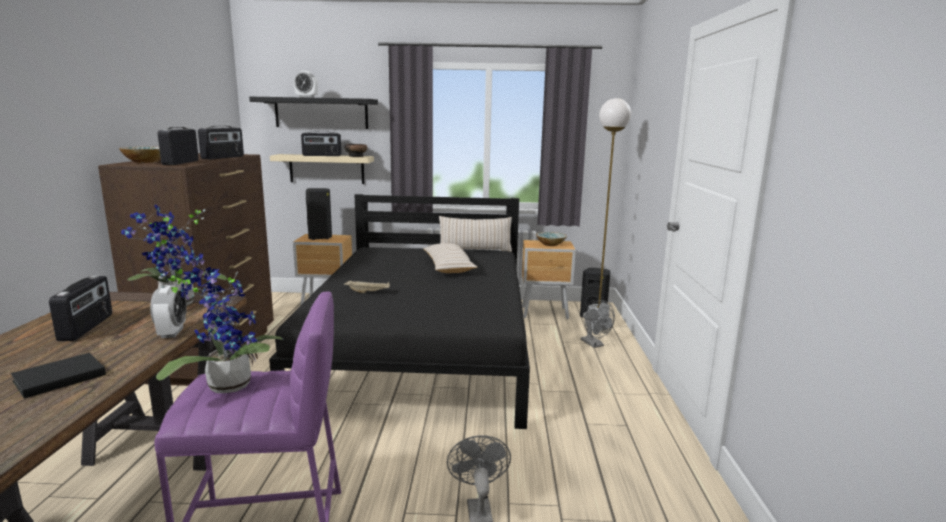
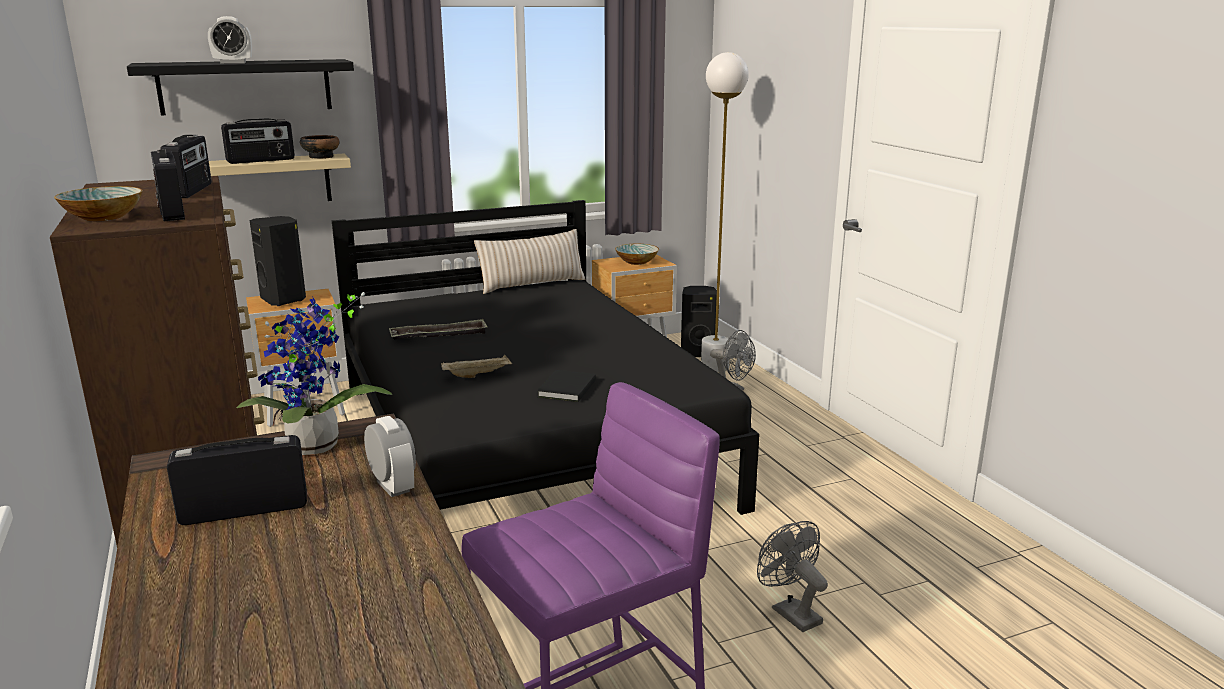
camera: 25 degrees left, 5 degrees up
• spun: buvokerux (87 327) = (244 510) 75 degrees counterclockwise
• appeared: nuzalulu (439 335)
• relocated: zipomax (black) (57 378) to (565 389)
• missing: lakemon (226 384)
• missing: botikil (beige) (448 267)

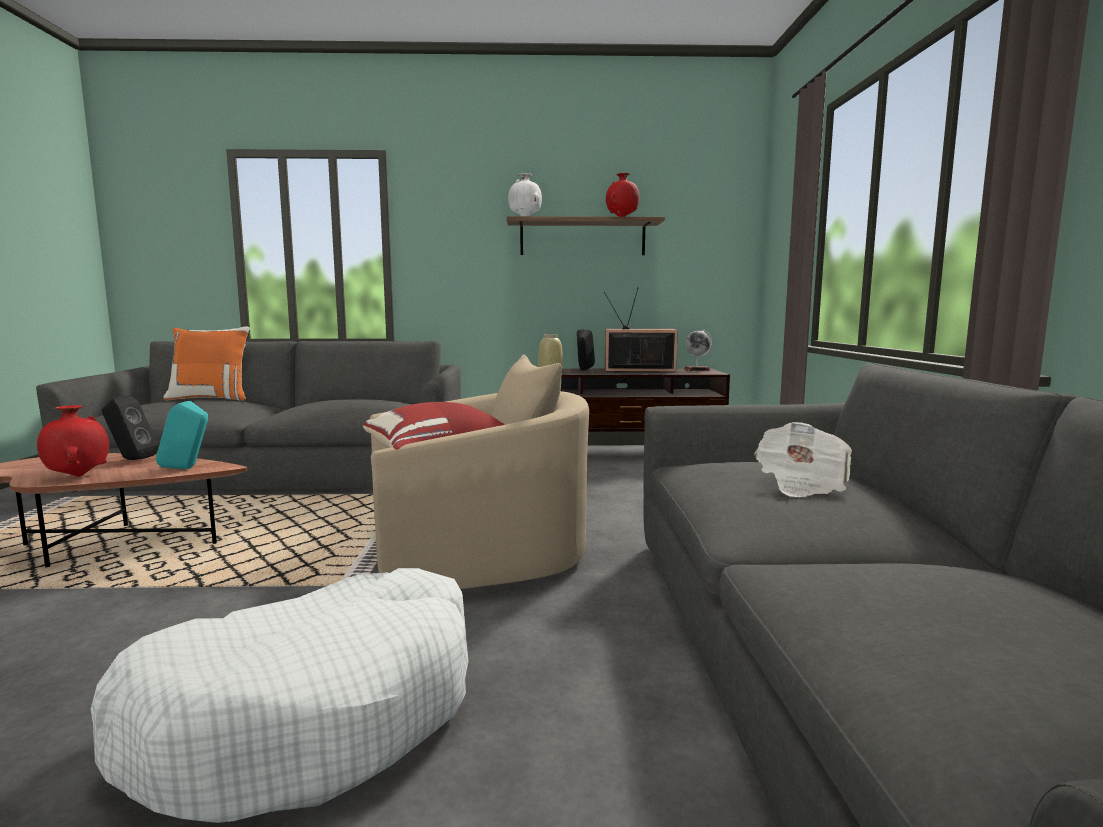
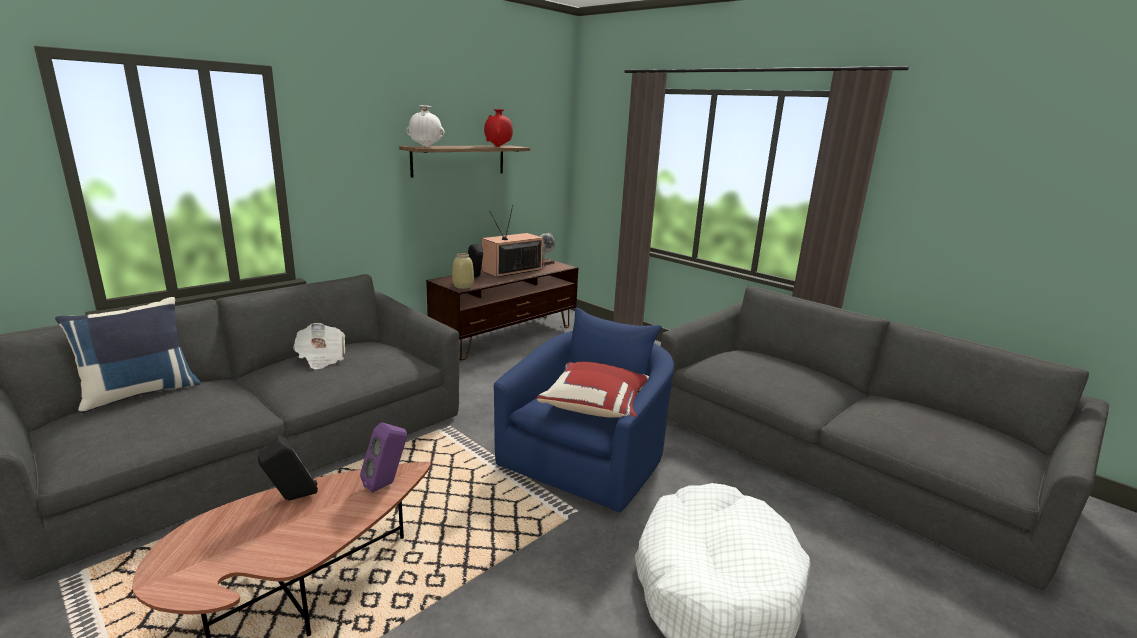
camera: 45 degrees left, 10 degrees up
• colour: botikil (orange) (211 398) to botikil (blue) (140 393)
• relocated: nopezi (800 484) to (321 358)
• colour: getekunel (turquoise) (187 468) to getekunel (purple) (387 484)
• colour: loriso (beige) (477 553) to loriso (blue) (588 458)
• missing: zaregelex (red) (78 476)

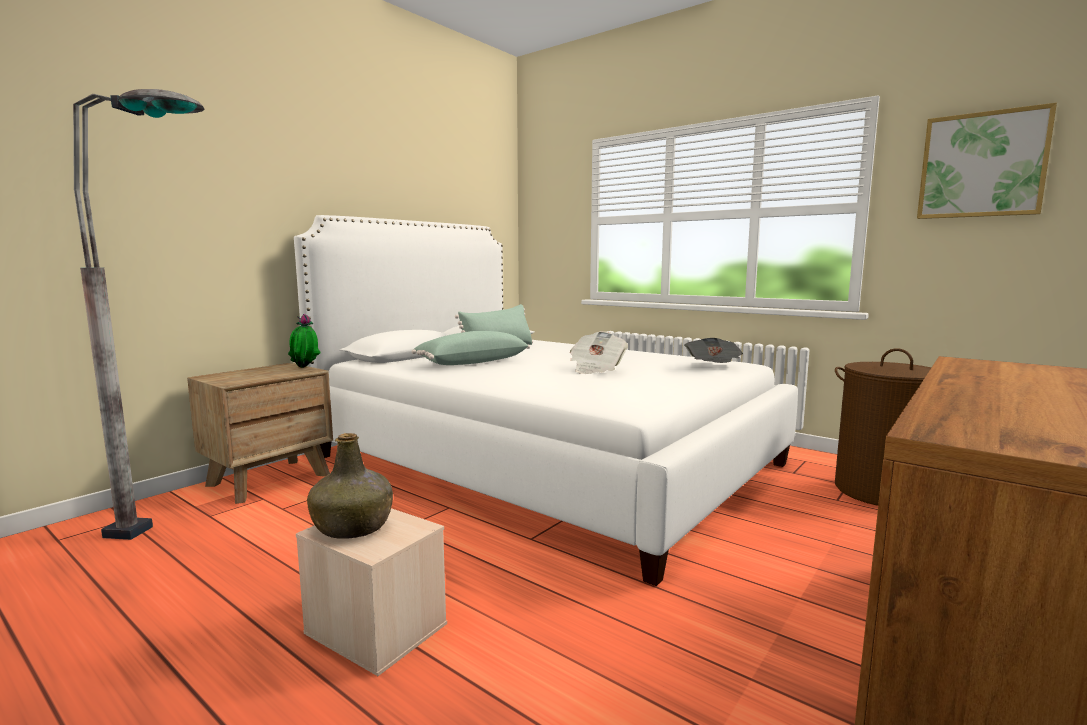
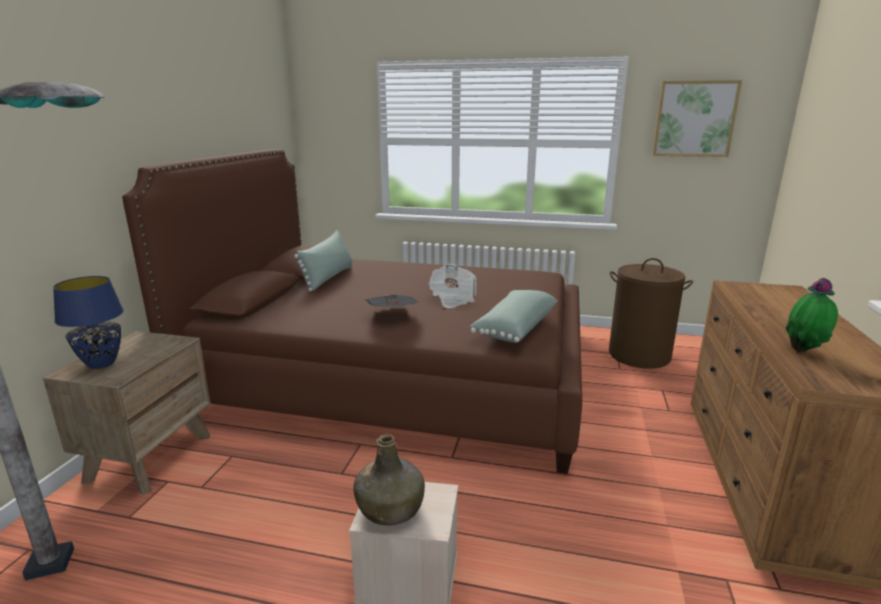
camera: 25 degrees left, 10 degrees up
• appeared: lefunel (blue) (101 363)
• colour: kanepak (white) (544 460) to kanepak (brown) (396 375)
• relocated: nopezi (713 367) to (392 315)
• relocated: botikil (green) (471 362) to (514 328)
• relocated: lakemon (305 368) to (804 351)

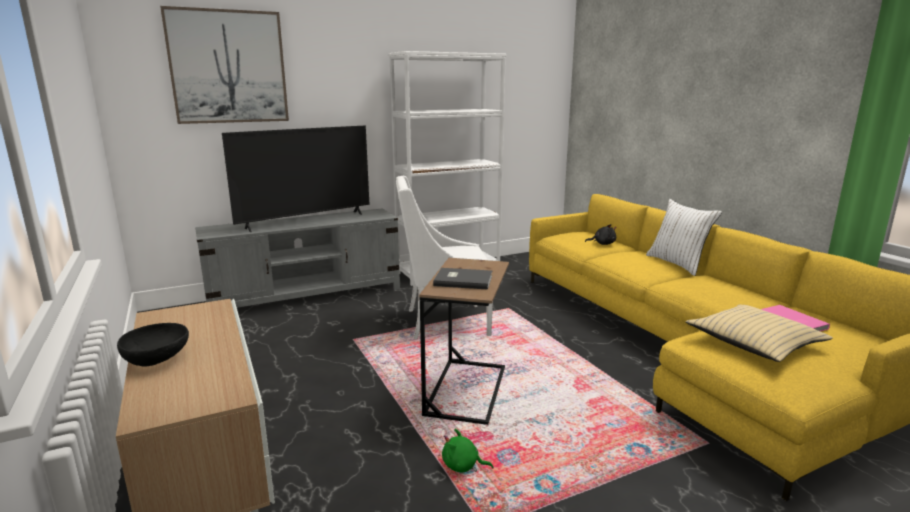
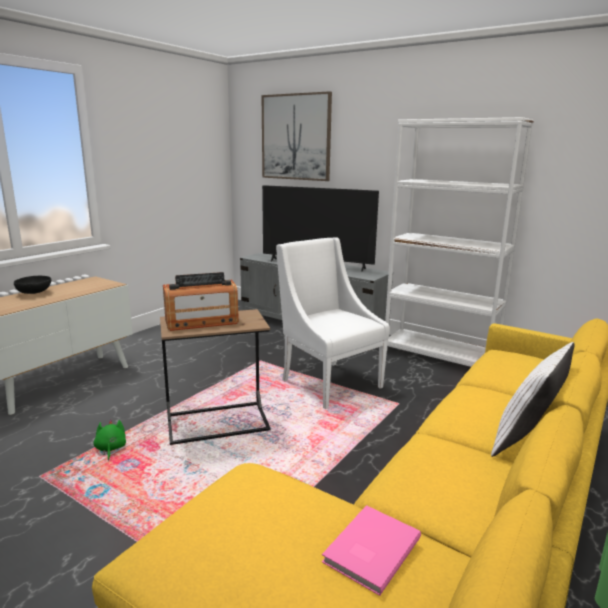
camera: 60 degrees right, 0 degrees up
• exchanged: zipomax (grey) (462 280) to buvokerux (201 322)
• missing: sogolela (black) (602 244)
• missing: botikil (beige) (754 343)

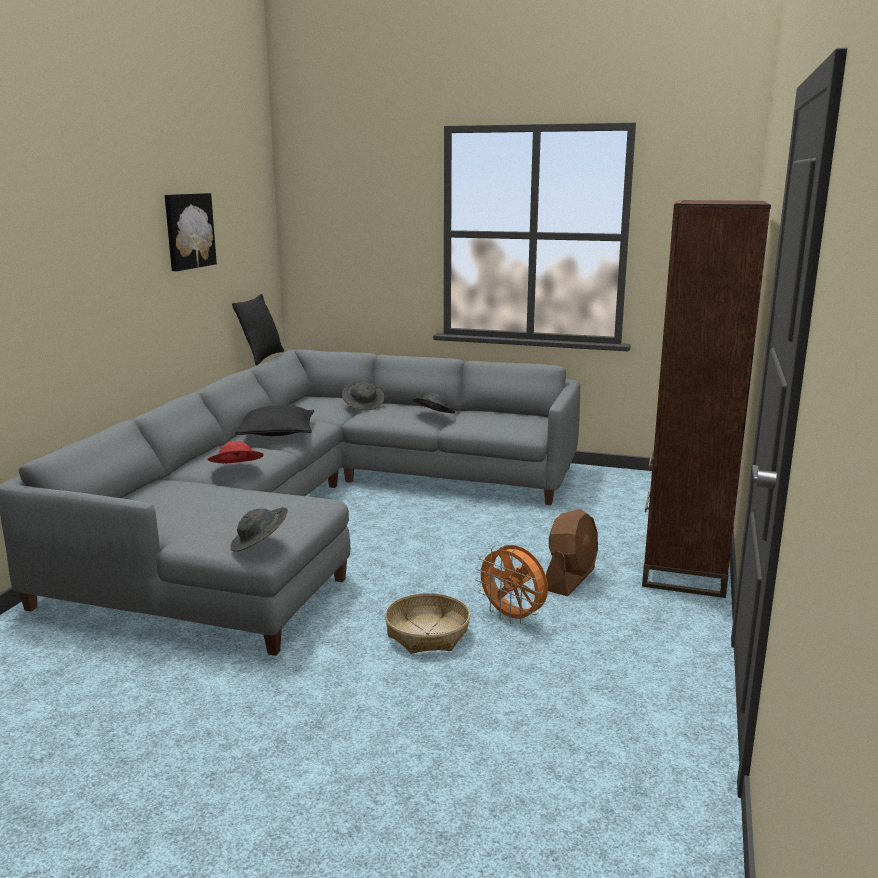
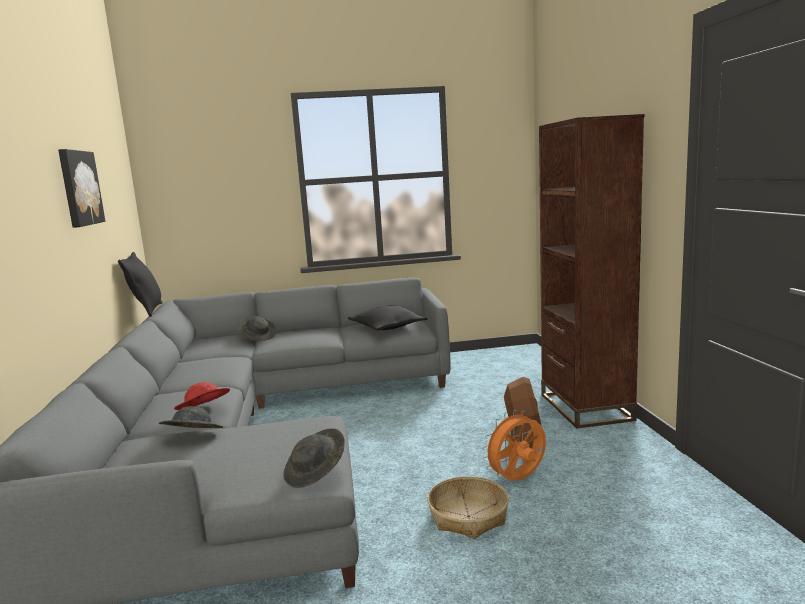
camera: 25 degrees left, 5 degrees down
• relocated: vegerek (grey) (433 416) to (192 439)
• relocated: botikil (black) (277 432) to (387 327)
• spun: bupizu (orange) (513 617) = (517 480) 135 degrees clockwise

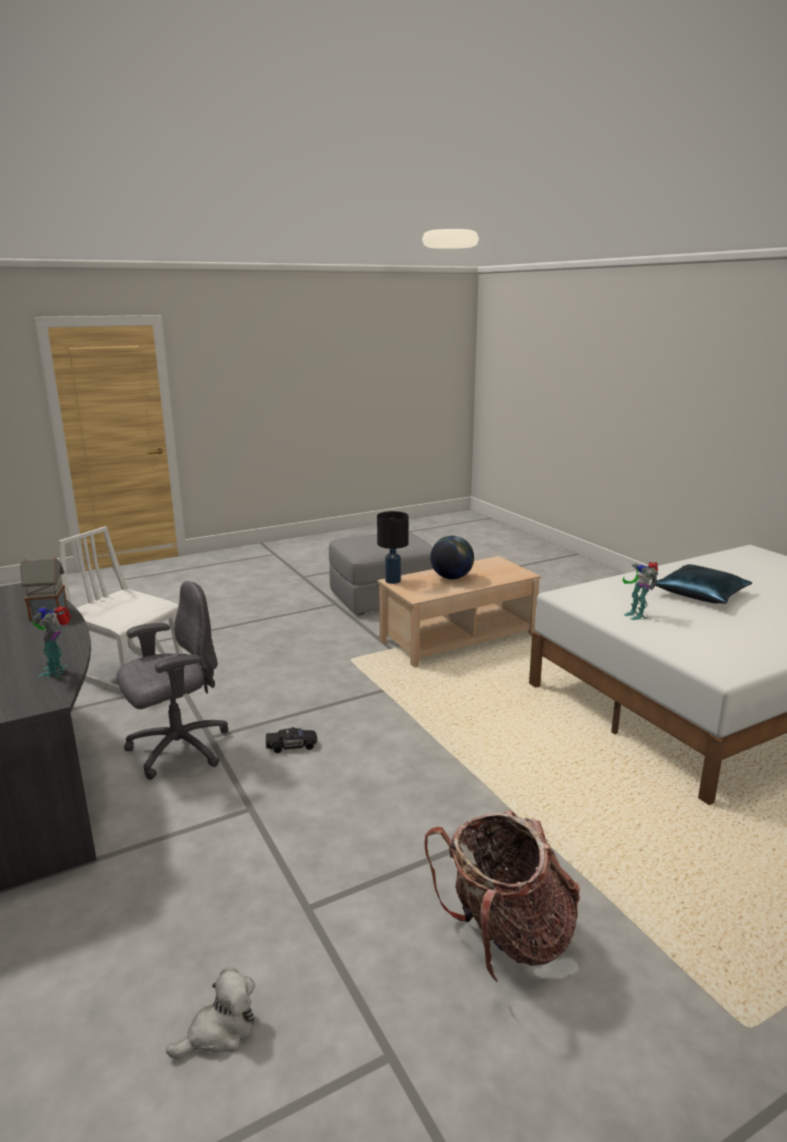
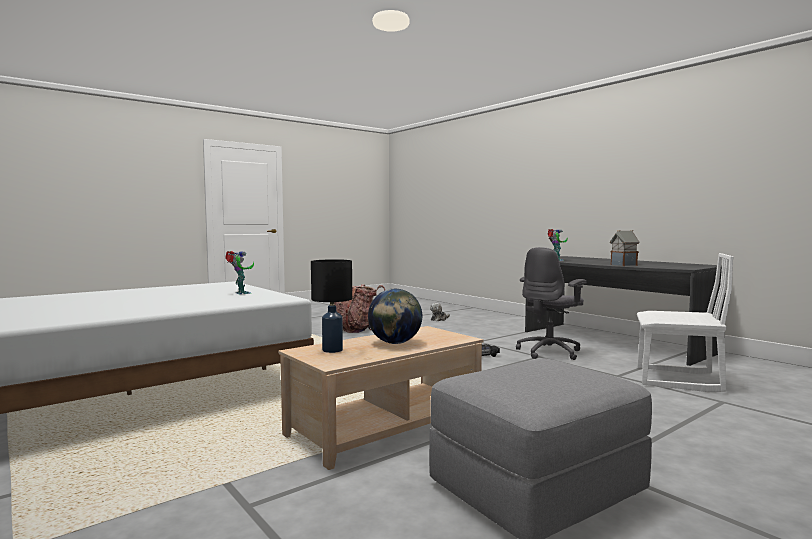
camera: 170 degrees right, 15 degrees down
• relocated: lefunel (black) (392 581) to (333 350)
• missing: botikil (blue) (701 594)

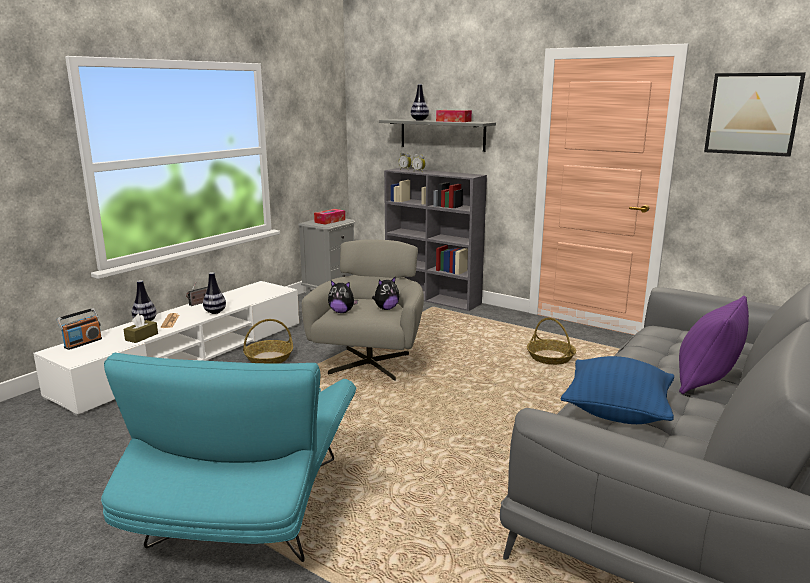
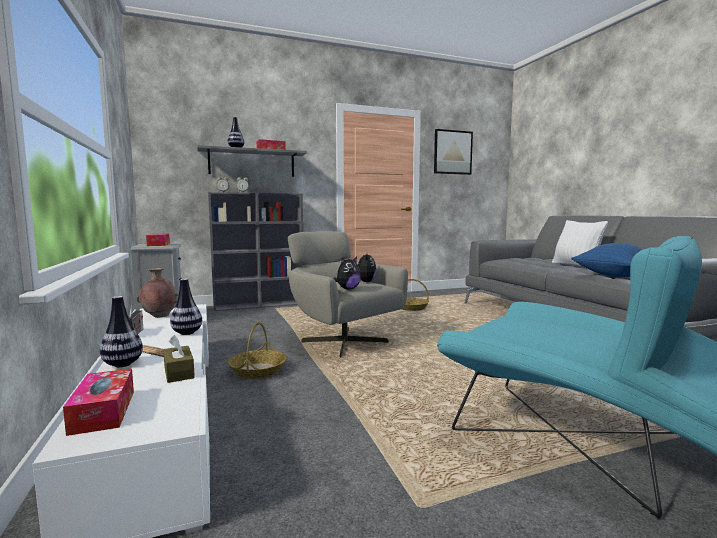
camera: 55 degrees left, 10 degrees down
• exchanged: buvokerux (83 343) to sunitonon (103 411)
• appeared: zaregelex (brown) (159 316)
• colour: botikil (purple) (705 381) to botikil (white) (576 265)

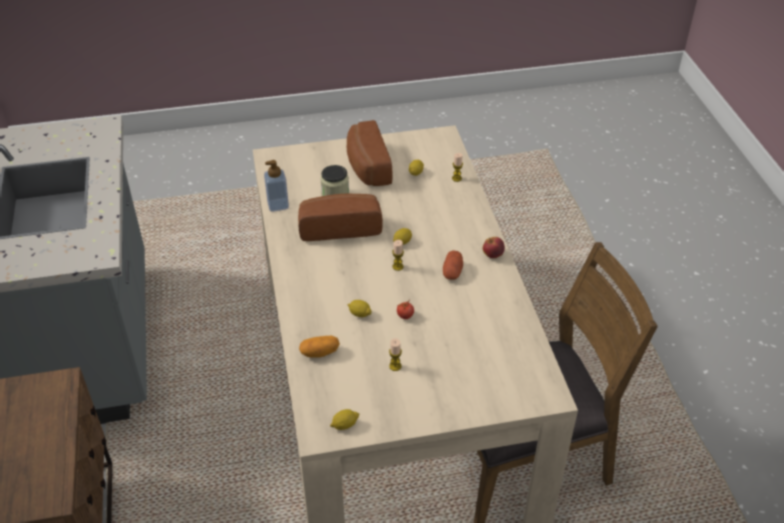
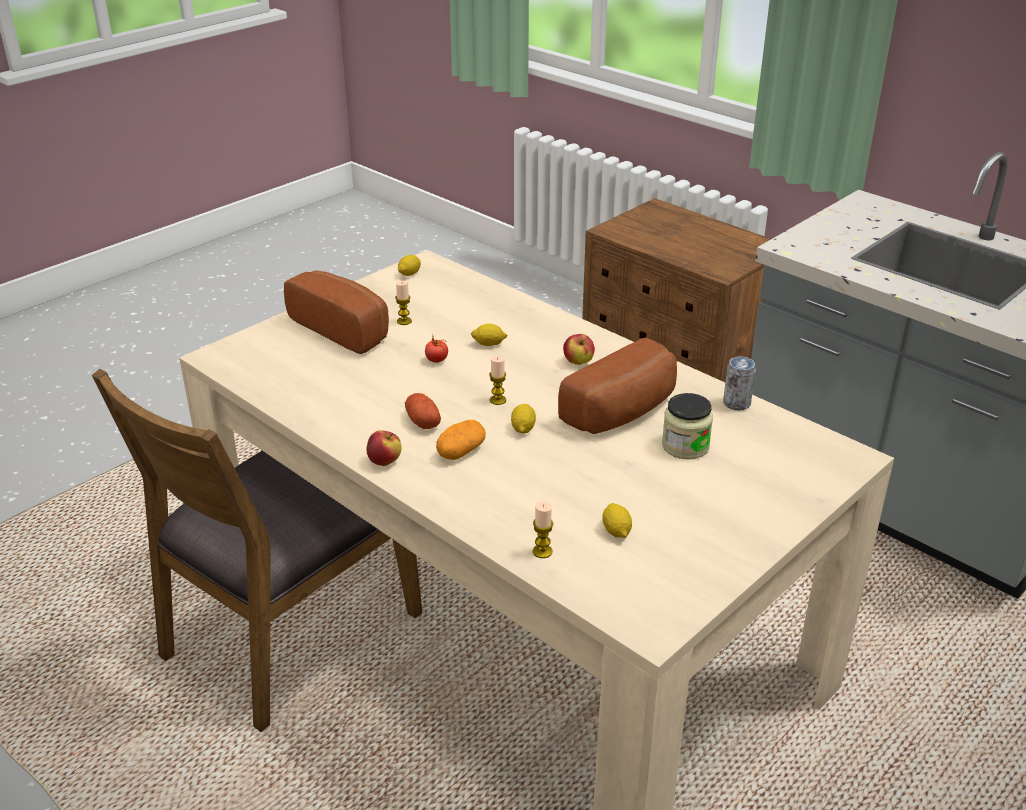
camera: 145 degrees right, 10 degrees down
• relocated: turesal (366 167) to (344 328)
• relocated: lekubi (319 352) to (460 451)
• appeared: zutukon (578 362)
• exchanged: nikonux (278 205) to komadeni (736 404)

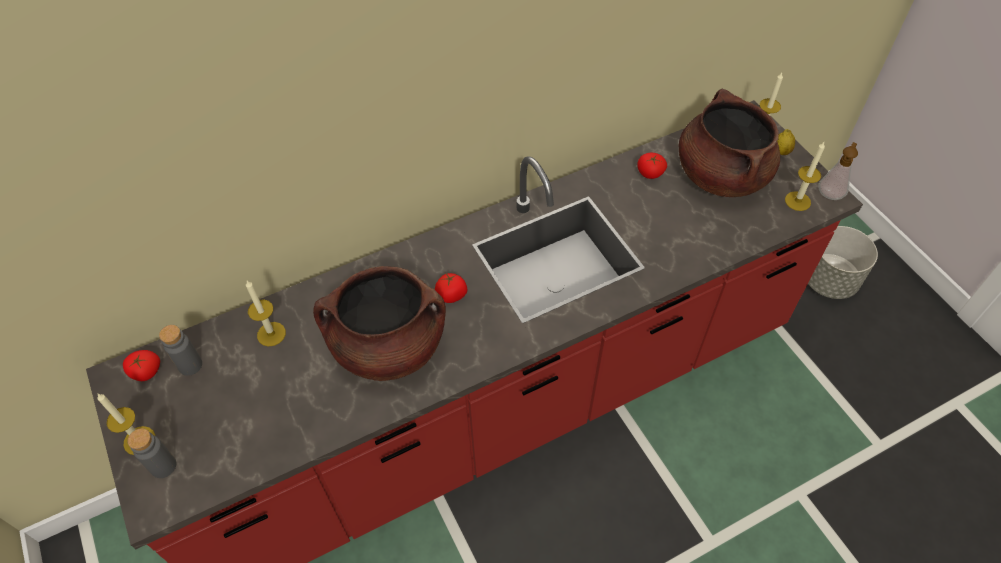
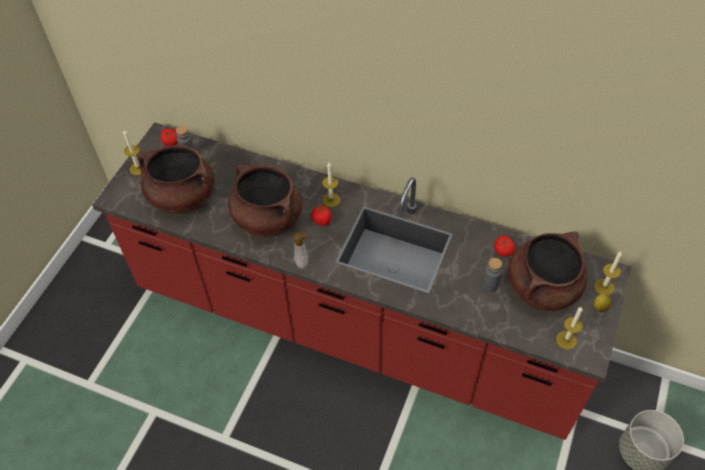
camera: 50 degrees right, 0 degrees up
• appeared: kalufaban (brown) (182 197)
• relocated: nikonux (830 194) to (303 262)
• relocated: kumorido (271 334) to (331 200)
• relocated: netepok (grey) (163 466) to (490 285)

